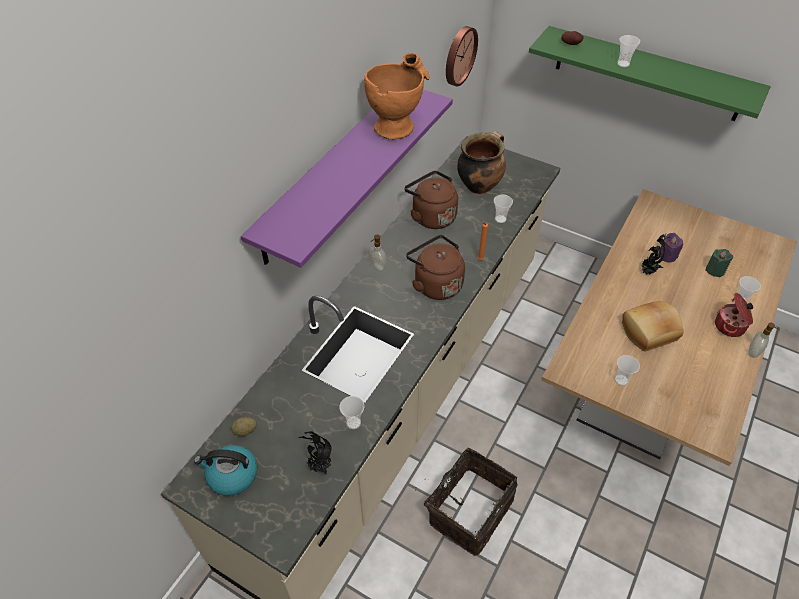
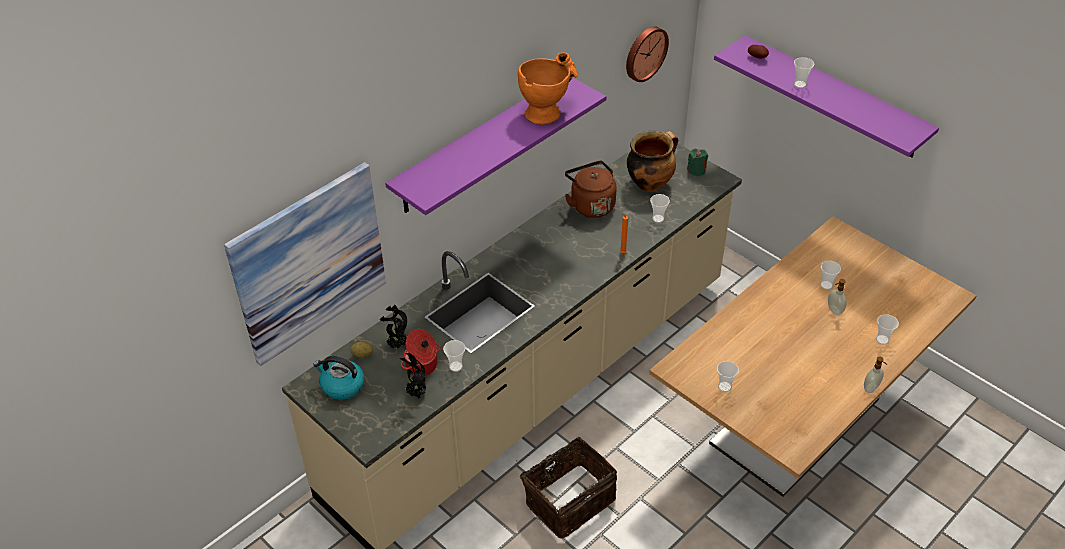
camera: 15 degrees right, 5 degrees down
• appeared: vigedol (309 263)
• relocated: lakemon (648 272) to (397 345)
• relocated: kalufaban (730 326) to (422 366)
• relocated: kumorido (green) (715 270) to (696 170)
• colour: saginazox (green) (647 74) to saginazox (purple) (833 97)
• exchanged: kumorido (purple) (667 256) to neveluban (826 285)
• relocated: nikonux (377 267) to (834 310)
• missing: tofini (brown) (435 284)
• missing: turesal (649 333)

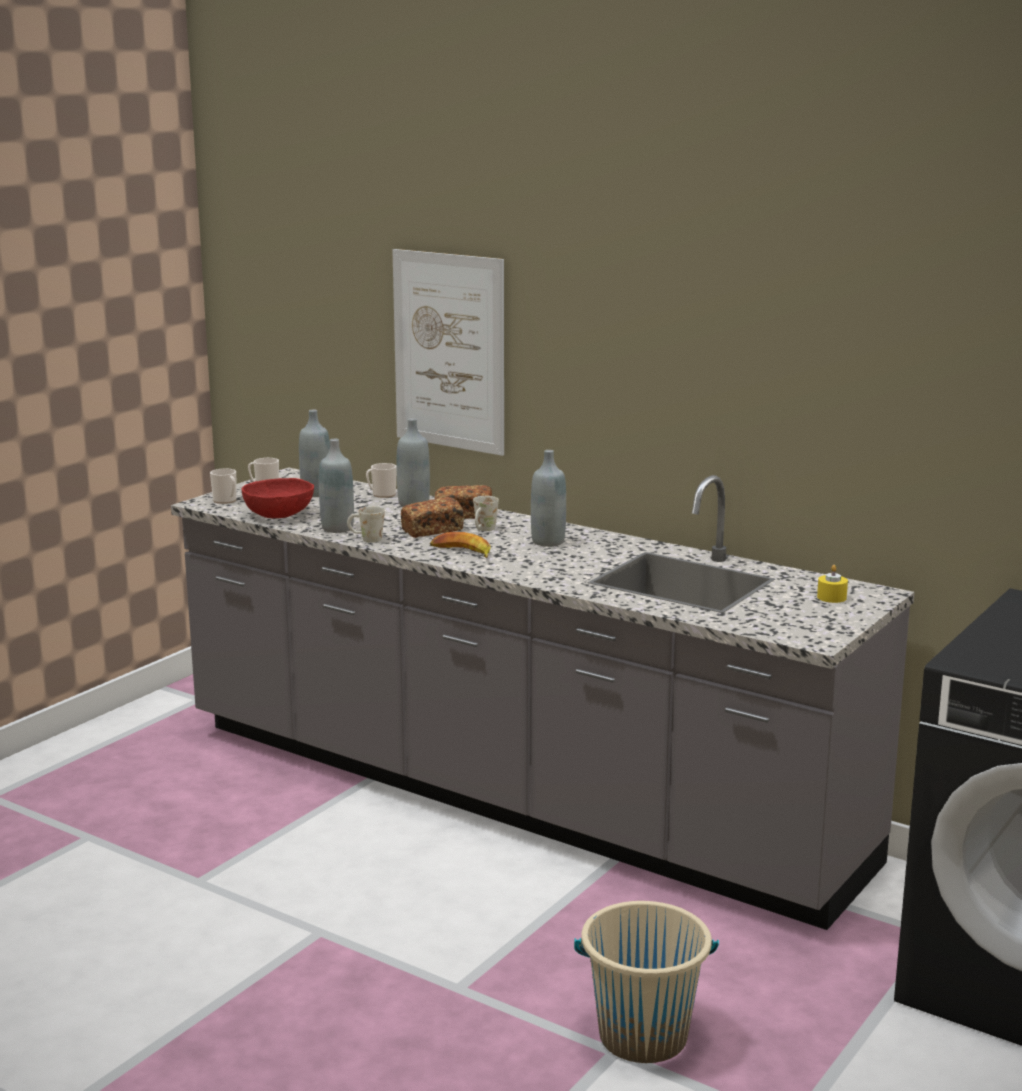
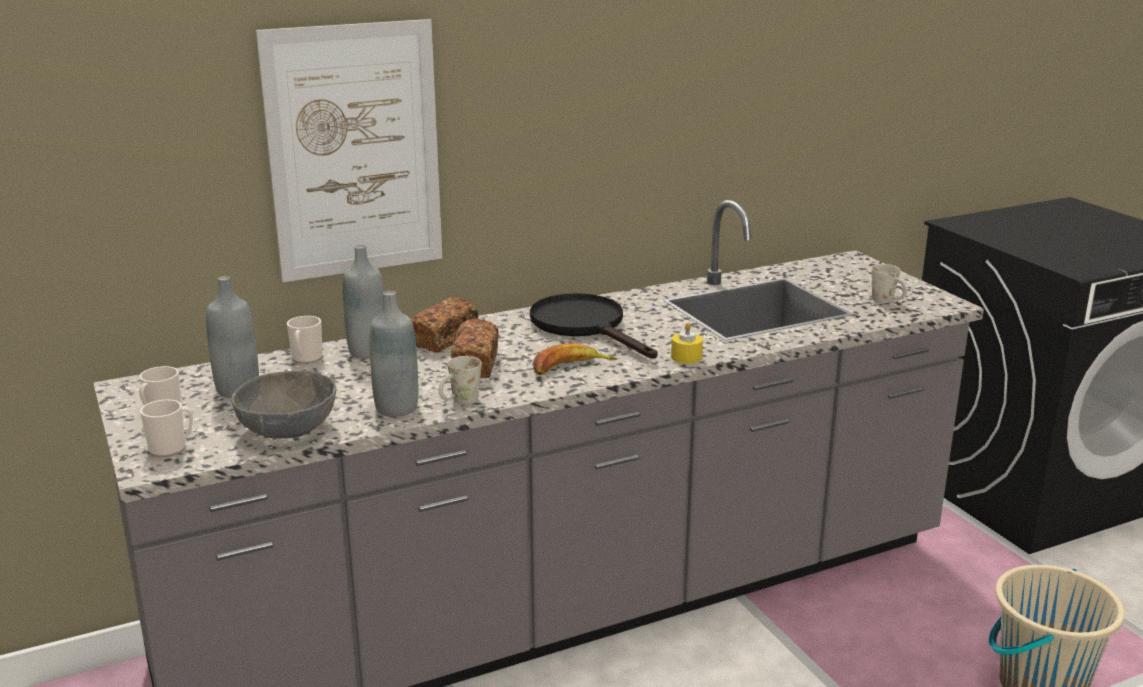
camera: 60 degrees left, 5 degrees up
• colour: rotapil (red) (279 514) to rotapil (grey) (288 428)
• exchanged: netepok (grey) (548 542) to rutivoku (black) (585 326)
• relocated: kumorido (yellow) (831 597) to (686 357)
• relocated: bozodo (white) (483 530) to (888 301)

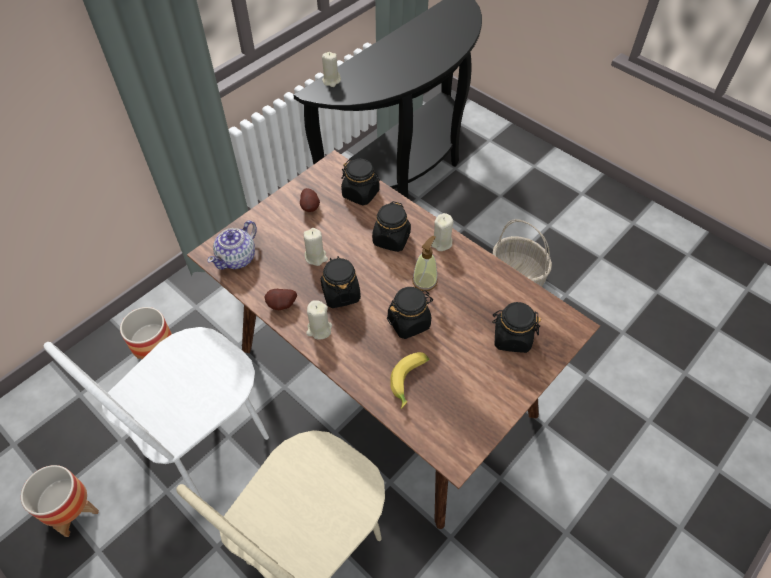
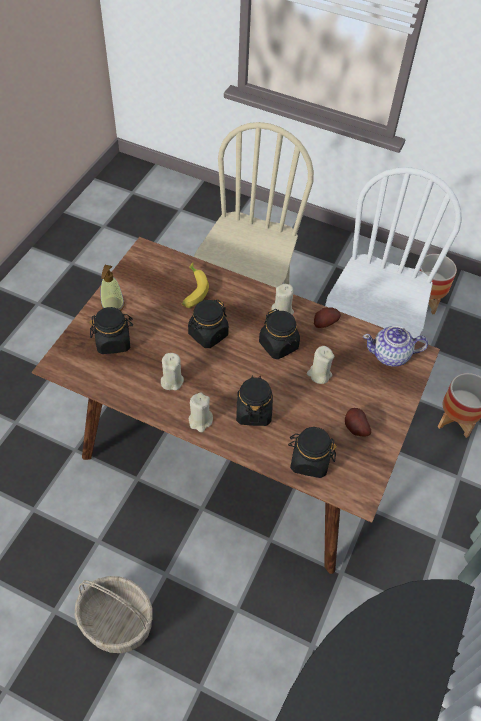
camera: 160 degrees right, 0 degrees up
• relocated: nikonux (425 281) to (113 305)
• relocated: kumorido (beige) (331 81) to (172 381)
• spun: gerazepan (237 258) = (391 355) 105 degrees counterclockwise

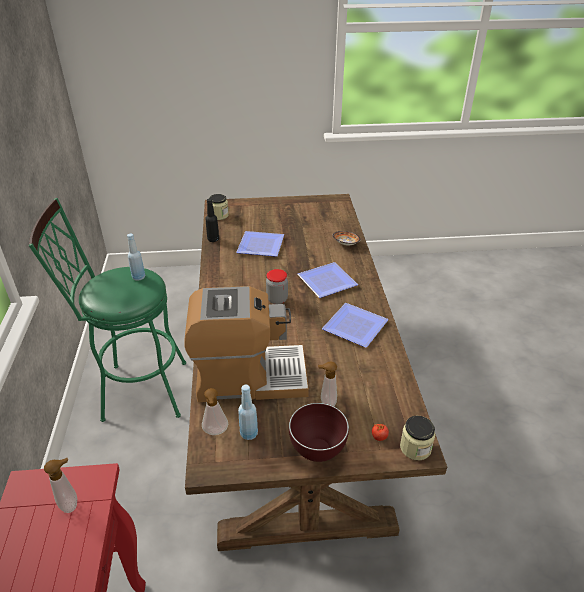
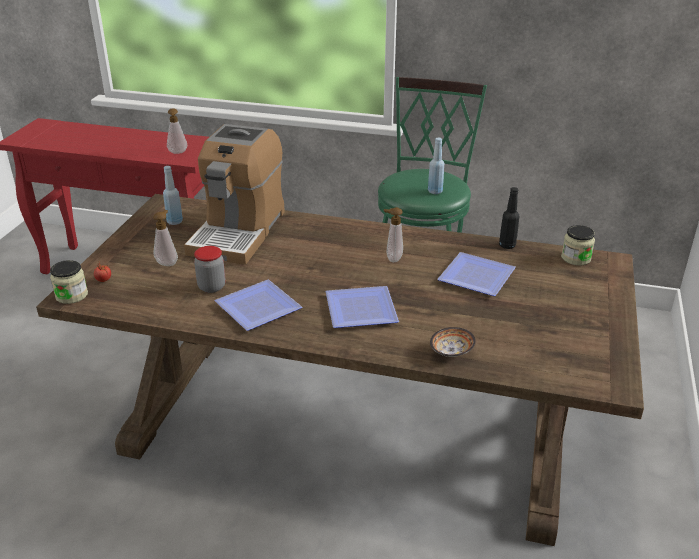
camera: 110 degrees right, 5 degrees down
• relocated: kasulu (277 299) to (211 287)
• relocated: nikonux (216 433) to (392 258)
• missing: rotapil (brown) (316 453)

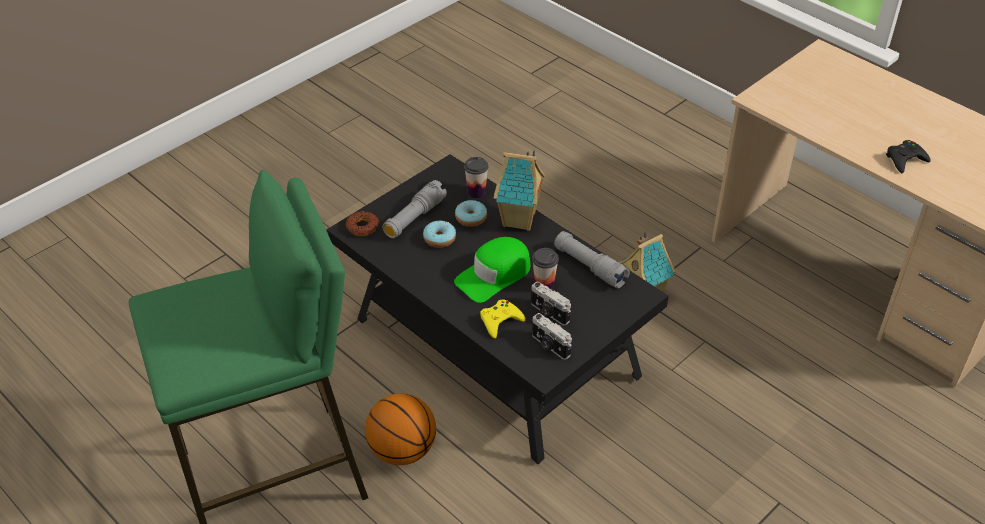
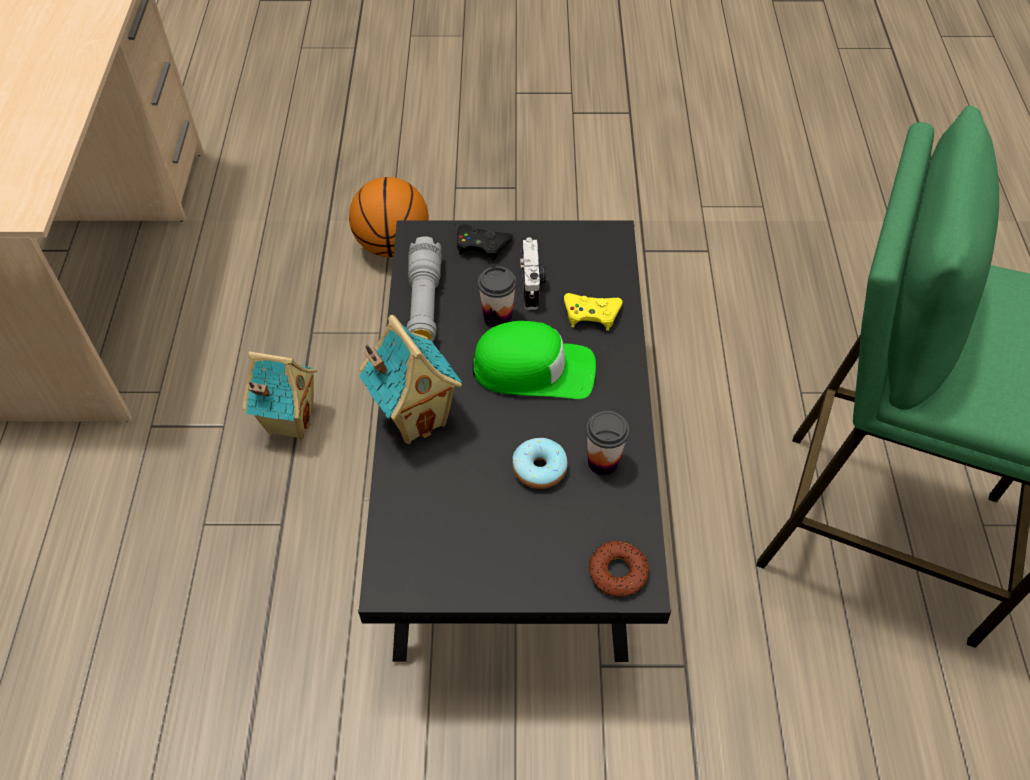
camera: 135 degrees left, 10 degrees up
• relocated: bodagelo (402 451) to (393 244)
• relocated: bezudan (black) (905 160) to (482 245)
• relocated: neveluban (476 192) to (603 462)
• missing: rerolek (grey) (414 218)
• missing: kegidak (471 218)
• missing: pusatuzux (550 346)

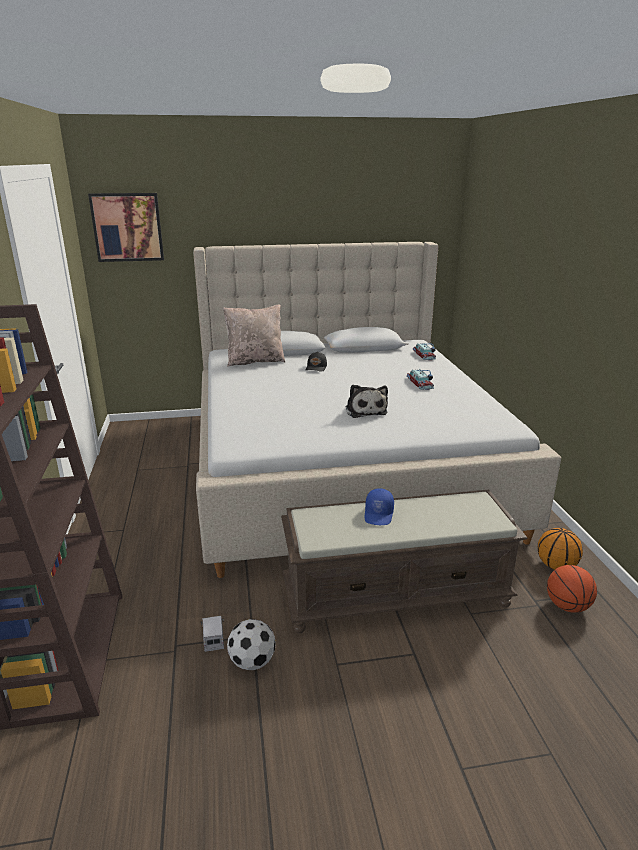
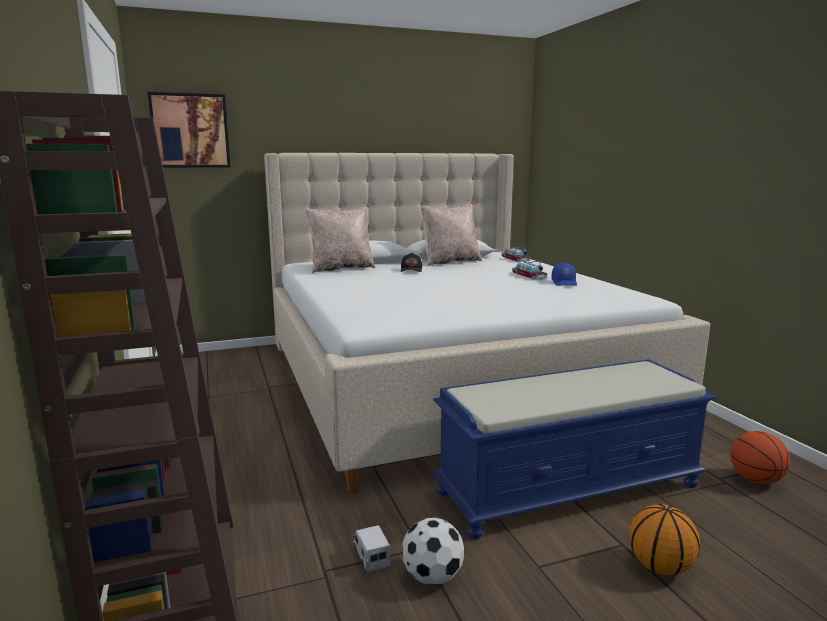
camera: 10 degrees left, 10 degrees down
• appeared: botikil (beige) (450 261)
• colour: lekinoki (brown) (396 594) to lekinoki (blue) (568 488)
• relocated: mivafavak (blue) (379 514) to (564 283)
• relocated: bodagelo (556 566) to (660 567)
• missing: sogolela (365 410)

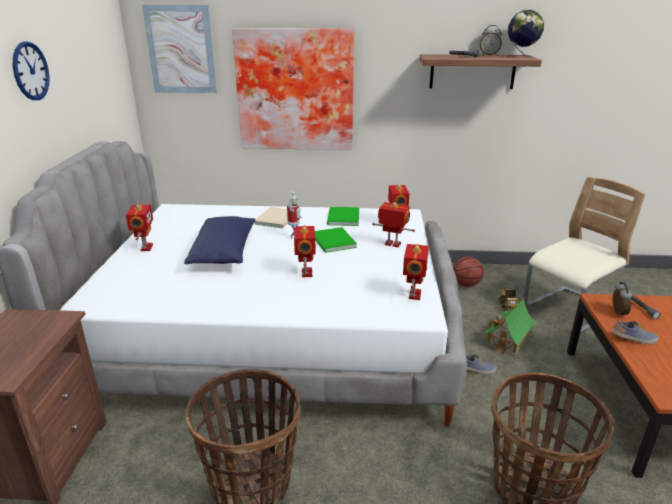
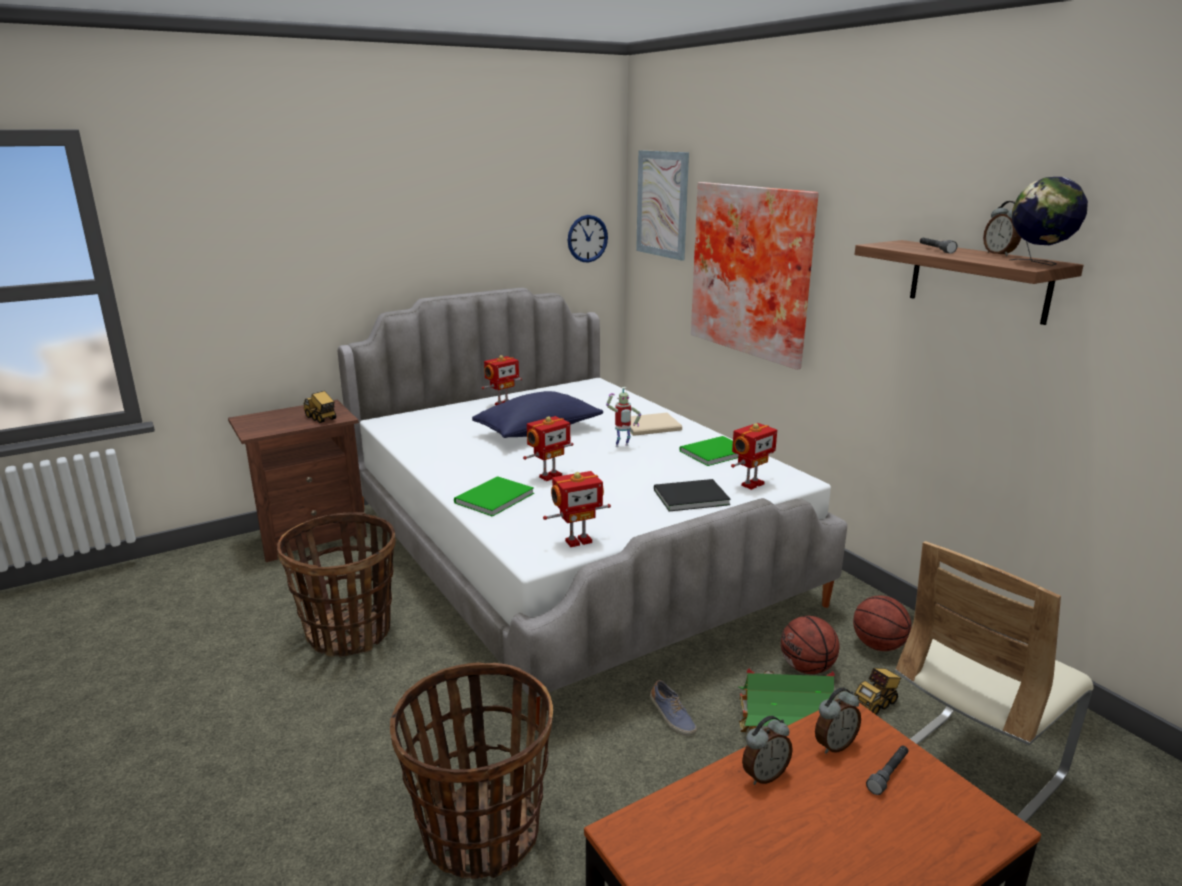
camera: 55 degrees right, 5 degrees down
• appeared: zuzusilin (321 418)
• relocated: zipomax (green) (332 242) to (491 498)
• relocated: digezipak (30 71) to (587 238)
• exchanged: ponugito (392 244) to zipomax (black) (688 496)
• exchanged: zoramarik (633 339) to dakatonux (764 775)
• appeared: bodagelo (807 668)
• spun: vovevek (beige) (568 310) = (969 775) 120 degrees clockwise

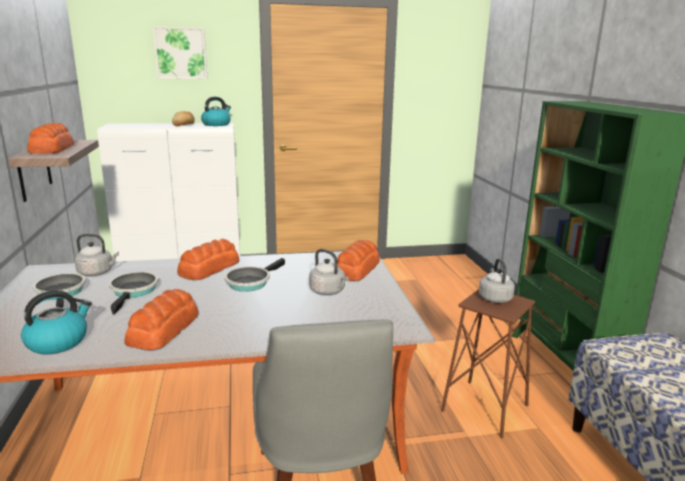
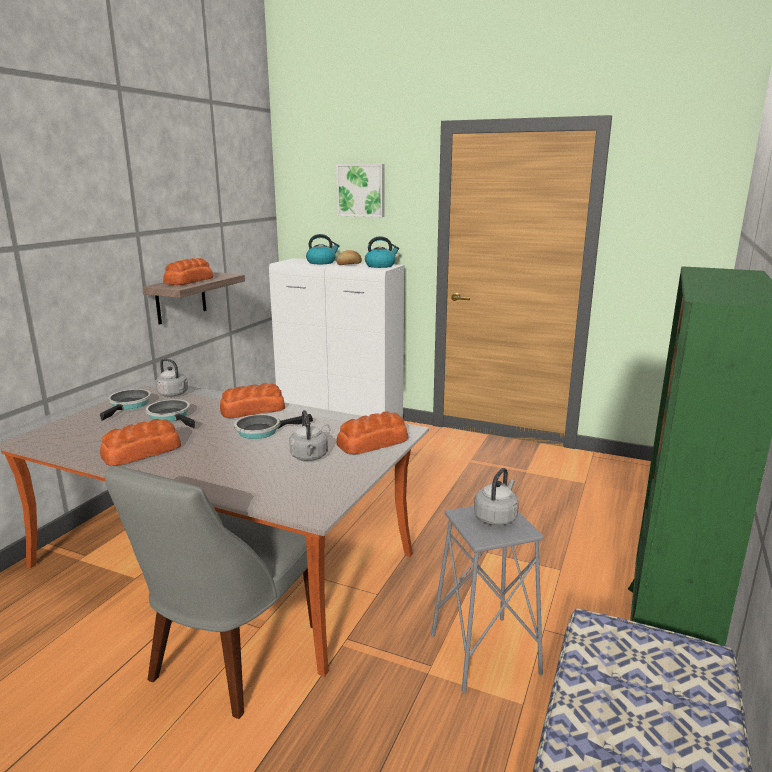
camera: 35 degrees right, 0 degrees up
• spun: rutivoku (134 292) = (171 416) 75 degrees counterclockwise
• relocated: tofini (58 341) to (321 262)
• colour: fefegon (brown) (484 408) to fefegon (grey) (484 654)

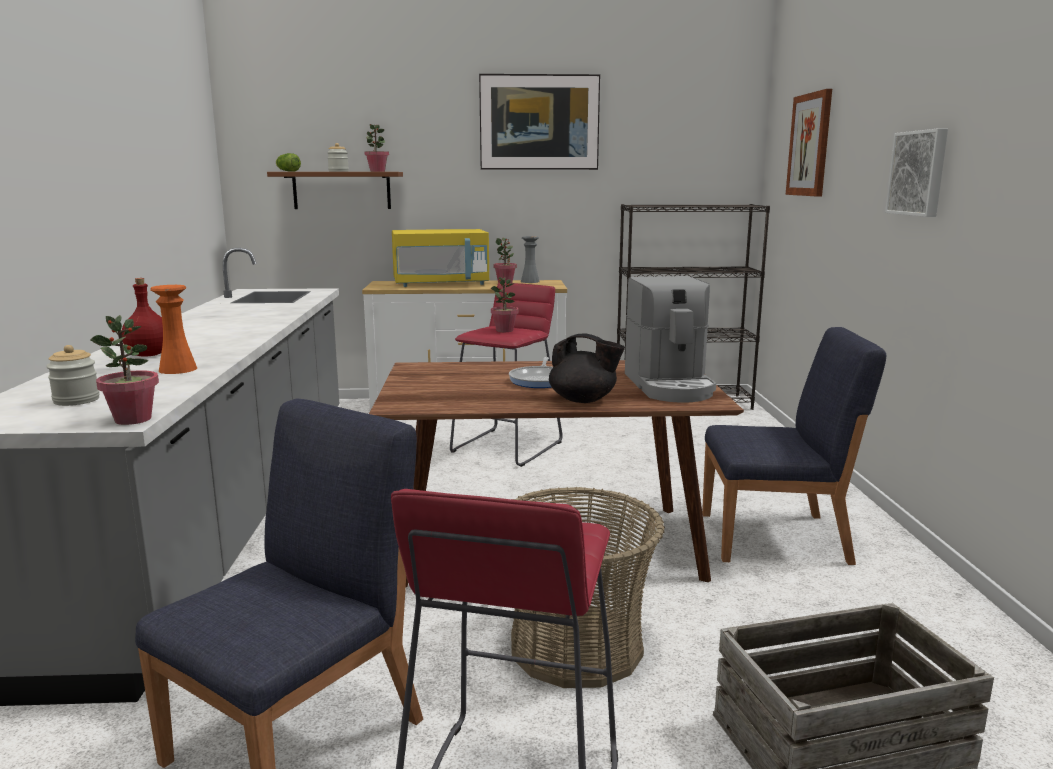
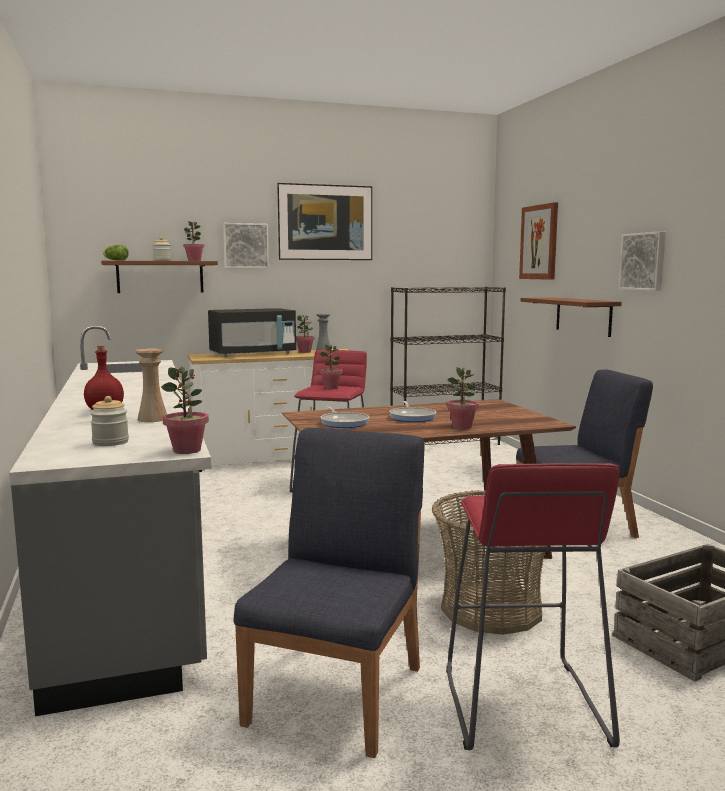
camera: 15 degrees left, 5 degrees down
• colour: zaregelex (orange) (178 369) to zaregelex (beige) (153 419)
• colour: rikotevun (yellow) (441 284) to rikotevun (black) (253 354)
• appeared: vigedol (245 246)
• appeared: rutivoku (344 422)
• exchanged: gerazepan (black) (583 400) to lakemon (462 427)
• appeared: saginazox (brown) (583 316)
• missing: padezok (669 386)

